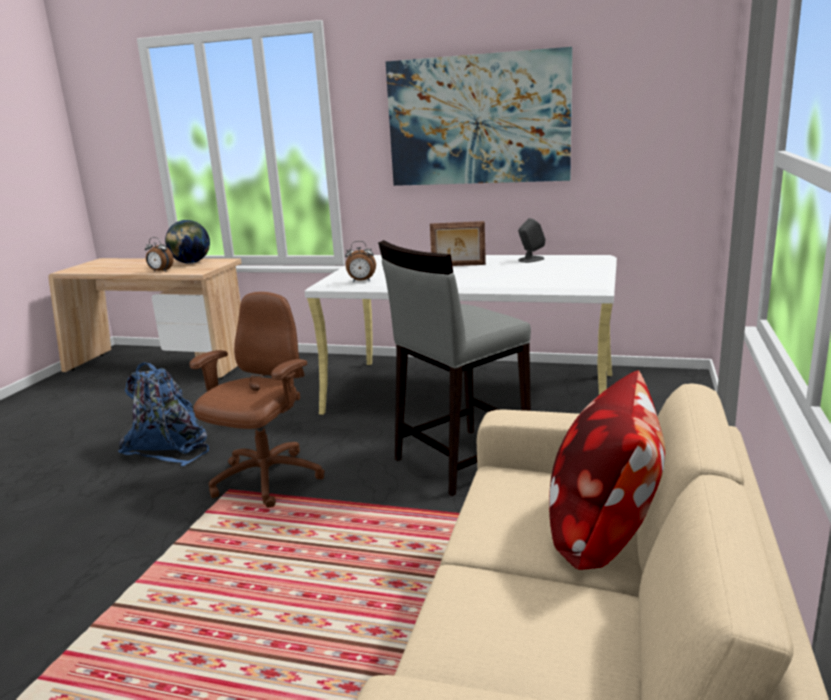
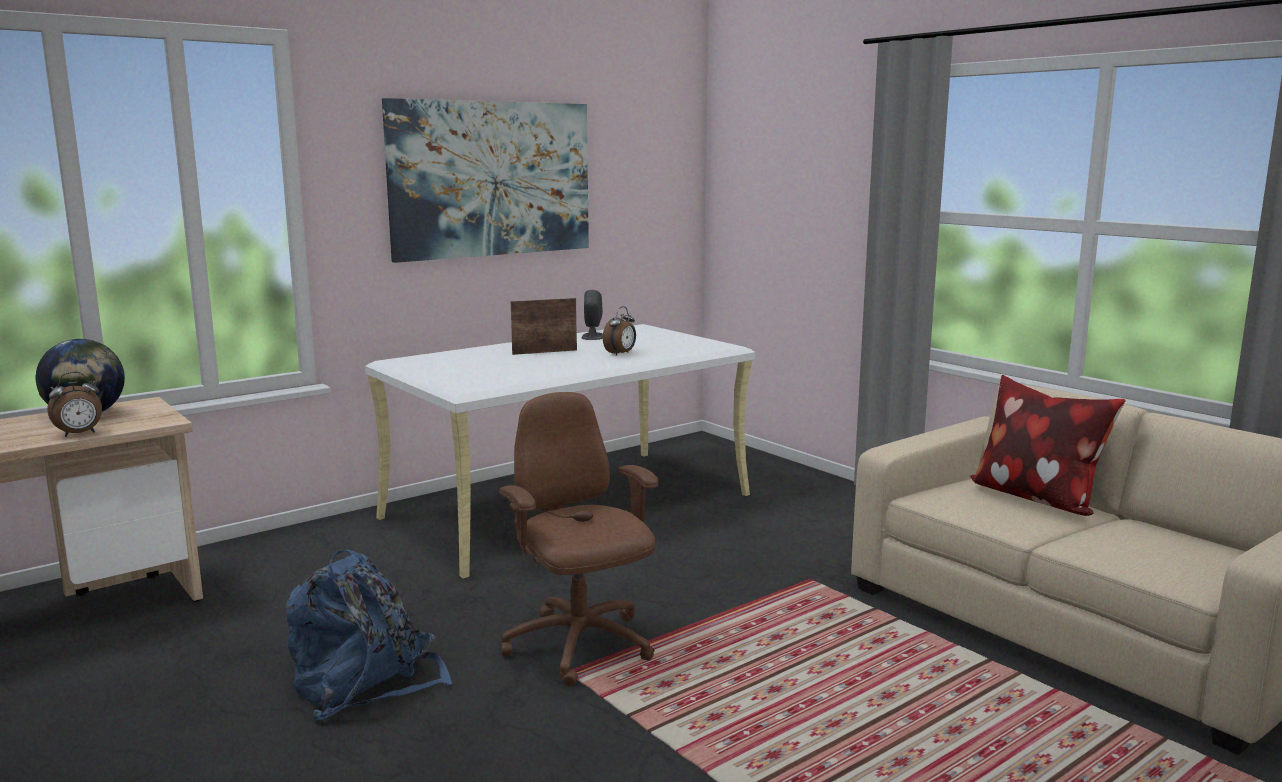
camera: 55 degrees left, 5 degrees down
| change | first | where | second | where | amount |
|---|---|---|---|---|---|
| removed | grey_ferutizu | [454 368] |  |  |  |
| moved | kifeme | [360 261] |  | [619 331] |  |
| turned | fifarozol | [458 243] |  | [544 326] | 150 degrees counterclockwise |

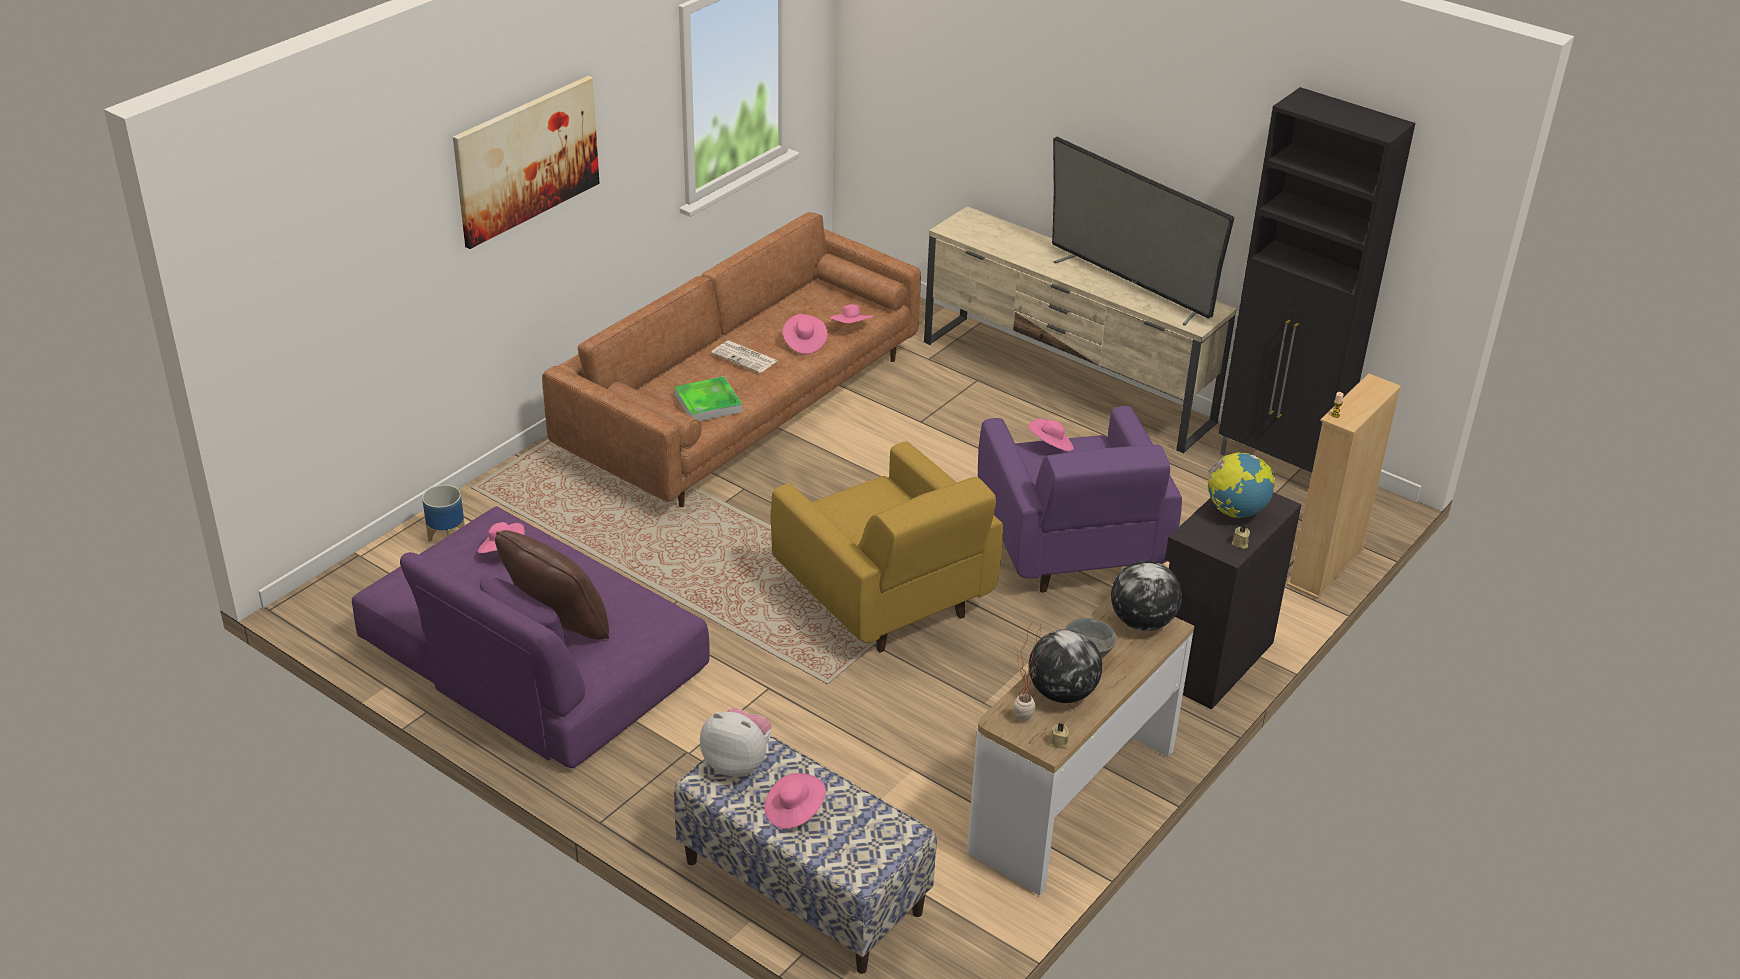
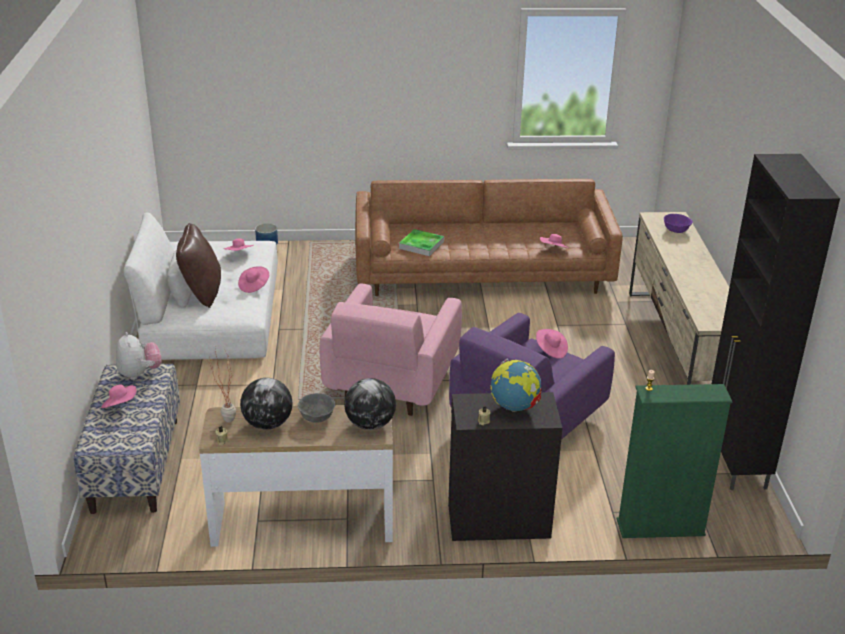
camera: 50 degrees right, 5 degrees down
| change | first | where | second | where | amount |
|---|---|---|---|---|---|
| removed | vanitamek | [526 162] |  |  |  |
| removed | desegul | [744 357] |  |  |  |
| removed | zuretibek | [1143 231] |  |  |  |
| added |  |  | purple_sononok | [678 223] |  |
| moved | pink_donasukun | [805 334] |  | [253 279] |  |
| recoloured | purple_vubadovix | [531 637] | white_vubadovix | [201 286] |  |
| recoloured | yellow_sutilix | [887 547] | pink_sutilix | [391 350] |  |
| recoloured | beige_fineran | [1344 486] | green_fineran | [675 461] |  |

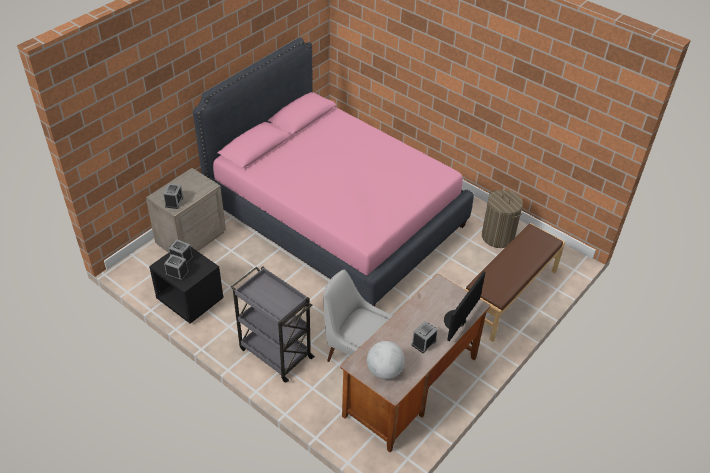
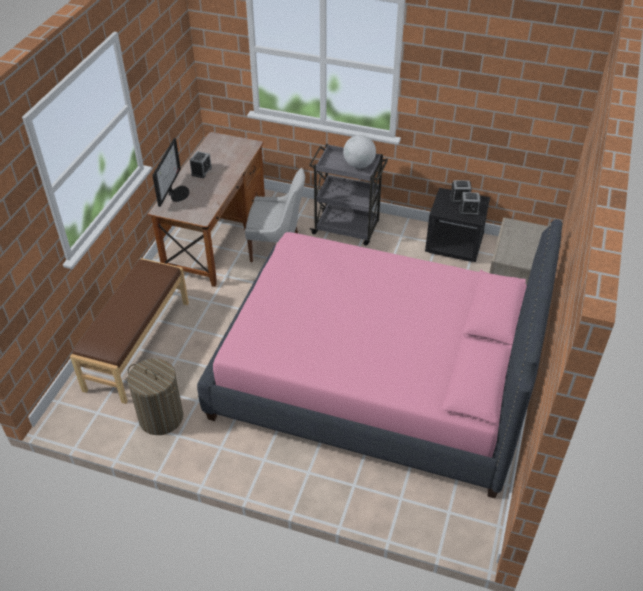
camera: 160 degrees right, 0 degrees up
| change | first | where | second | where | amount |
|---|---|---|---|---|---|
| removed | kifeme | [173 196] |  |  |  |
| moved | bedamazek | [386 360] |  | [359 151] |  |

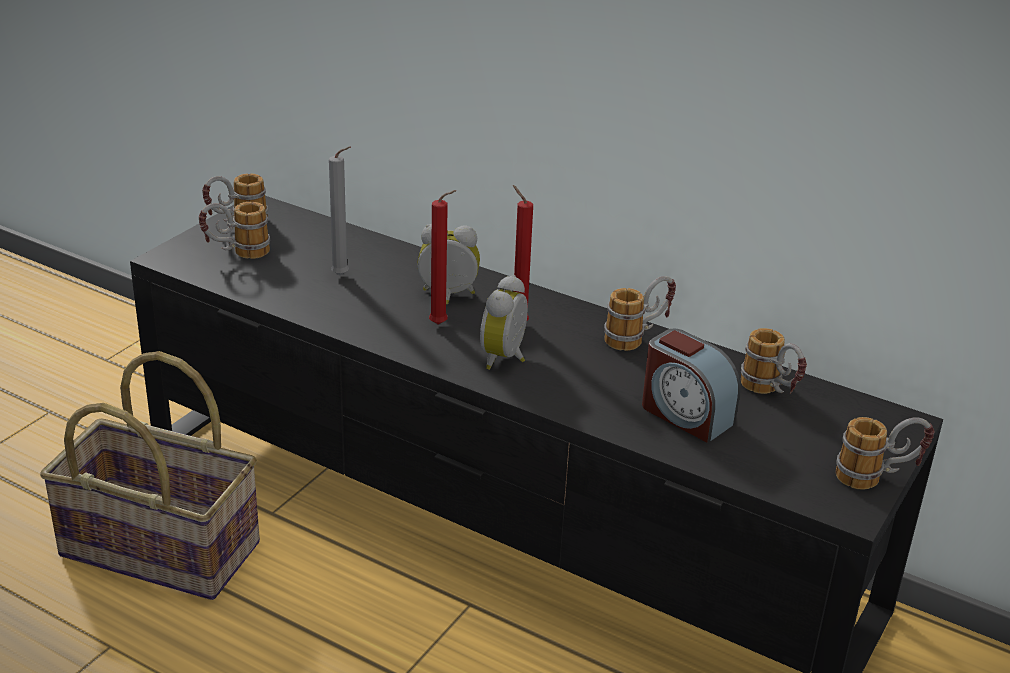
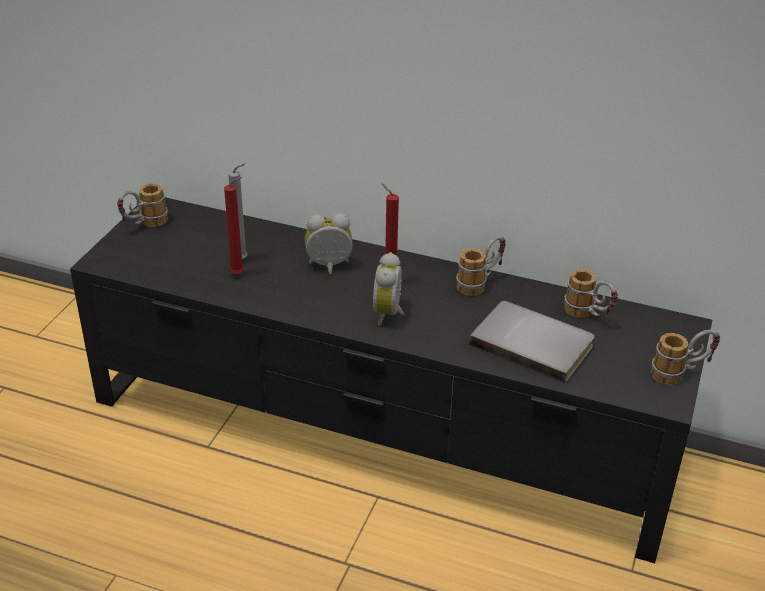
camera: 10 degrees left, 5 degrees up
| change | first | where | second | where | amount |
|---|---|---|---|---|---|
| removed | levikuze | [150 475] |  |  |  |
| removed | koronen | [234 230] |  |  |  |
| moved | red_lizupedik | [442 257] |  | [234 226] |  |
| replaced | kifeme | [691 386] | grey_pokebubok | [532 342] |  |

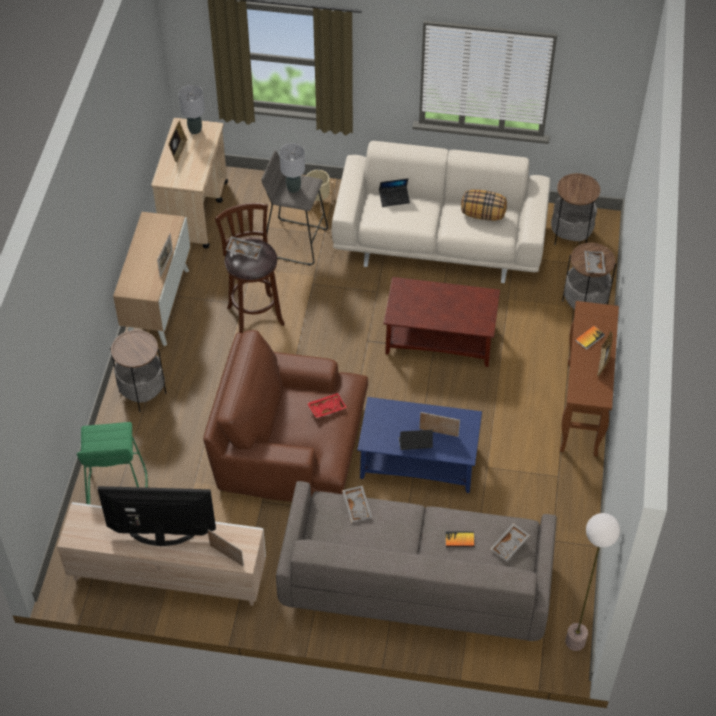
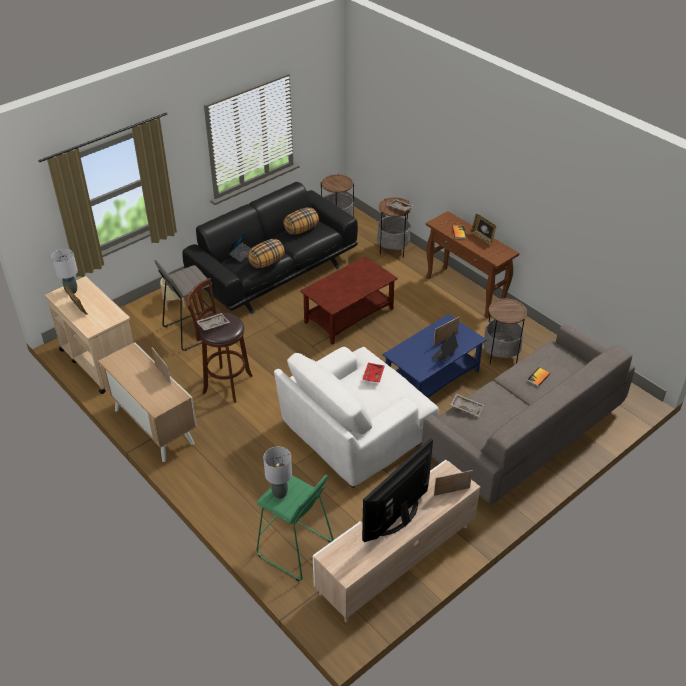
camera: 50 degrees left, 10 degrees down
| change | first | where | second | where | amount |
|---|---|---|---|---|---|
| removed | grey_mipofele | [510 542] |  |  |  |
| removed | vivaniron | [592 582] |  |  |  |
| added |  |  | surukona | [266 253] |  |
| moved | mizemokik | [138 370] |  | [505 331] |  |
| moved | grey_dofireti | [292 168] |  | [277 473] |  |
| recoloured | brown_sutilix | [285 416] | white_sutilix | [356 417] |  |
| recoloured | beige_vubadovix | [441 212] | black_vubadovix | [270 248] |  |

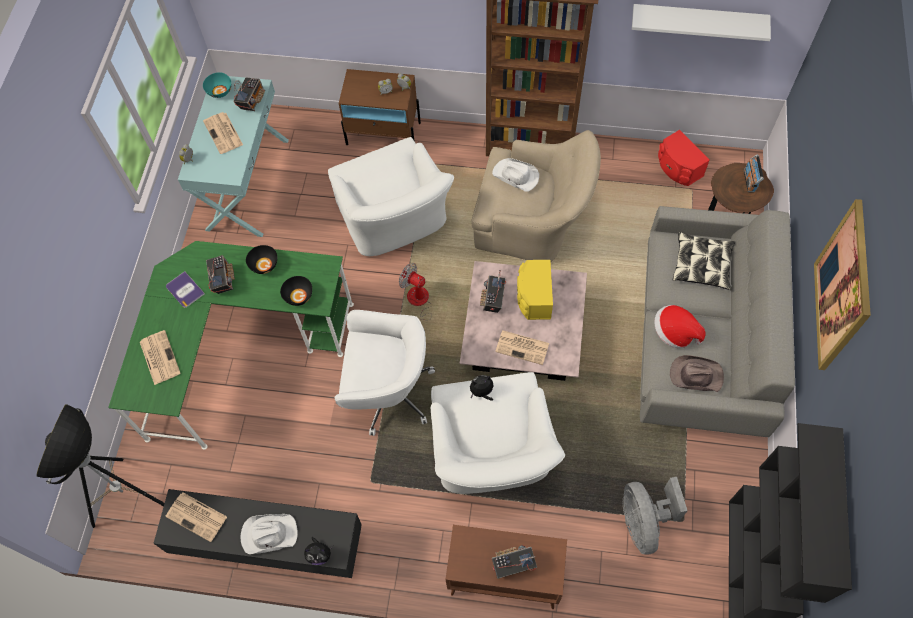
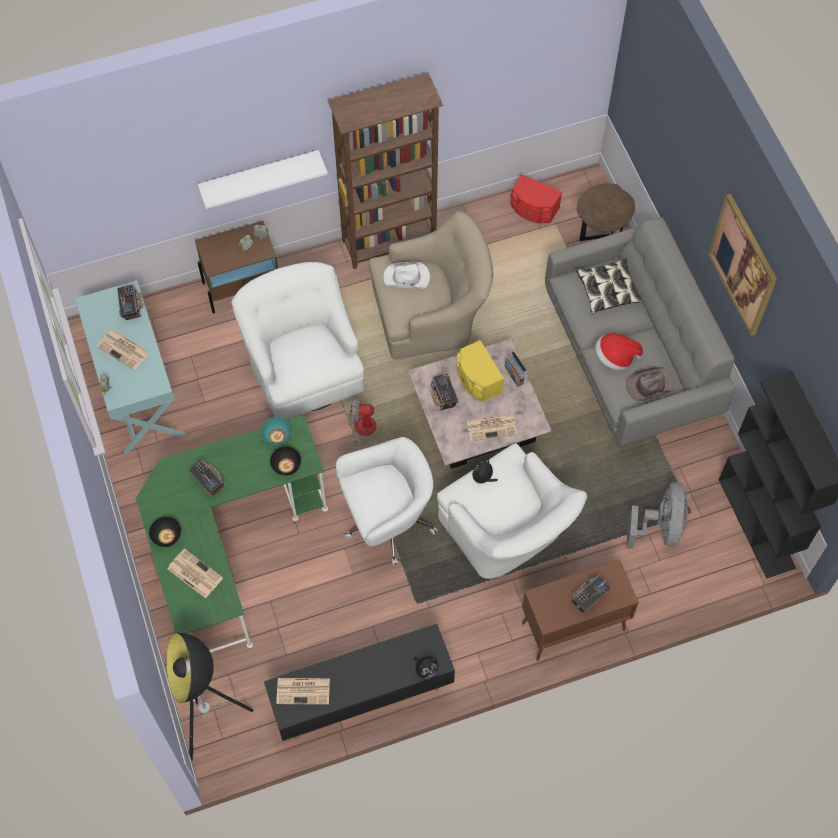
camera: 30 degrees left, 0 degrees up
| change | first | where | second | where | amount |
|---|---|---|---|---|---|
| removed | pokebubok | [185 289] |  |  |  |
| removed | white_donasukun | [269 534] |  |  |  |
| moved | turquoise_sononok | [217 85] |  | [276 431] |  |
| moved | black_sononok | [261 259] |  | [165 532] |  |
| moved | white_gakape | [701 22] |  | [263 179] |  |
| moved | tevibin | [754 173] |  | [515 368] |  |
| turned | white_sutilix | [391 196] |  | [298 341] | 150 degrees counterclockwise |
| turned | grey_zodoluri | [655 515] |  | [657 515] | 135 degrees counterclockwise |

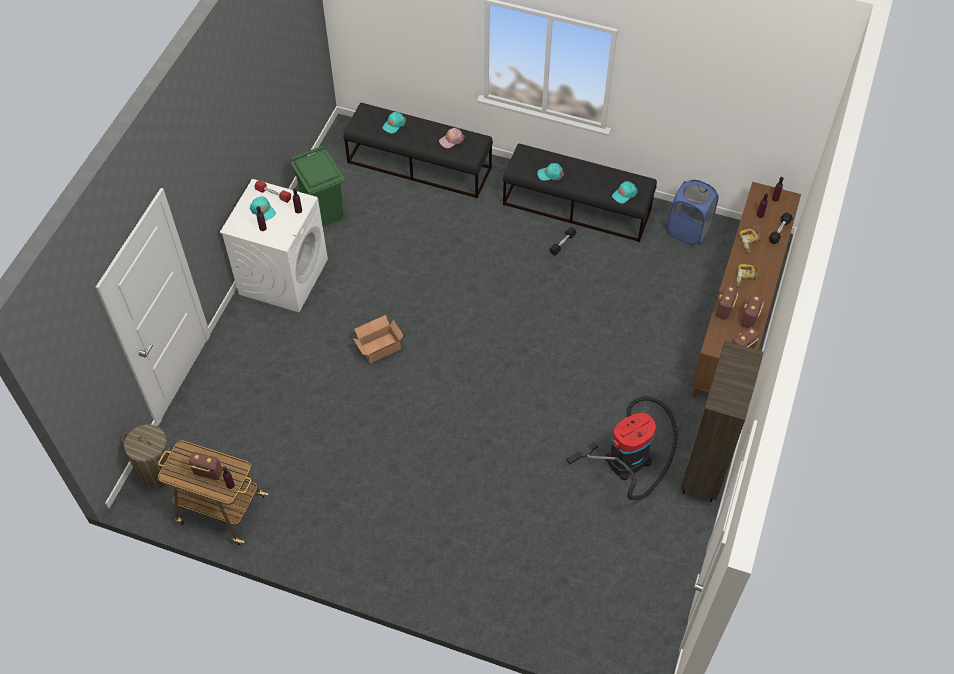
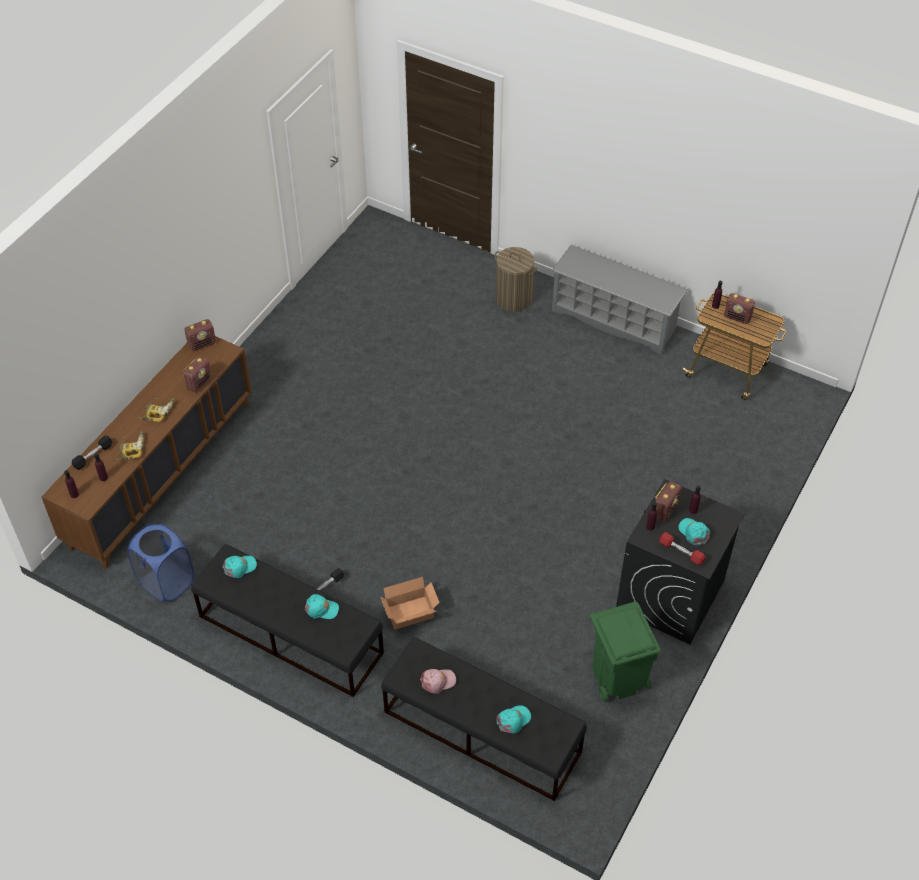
camera: 170 degrees left, 5 degrees down
| change | first | where | second | where | amount |
|---|---|---|---|---|---|
| removed | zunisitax | [622 448] |  |  |  |
| removed | brown_fineran | [722 421] |  |  |  |
| added |  |  | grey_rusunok | [620 299] |  |
| moved | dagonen | [148 456] |  | [516 279] |  |
| moved | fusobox | [378 339] |  | [410 603] |  |
| moved | tevibin | [752 311] |  | [668 502] |  |
| recoloured | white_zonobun | [274 245] | black_zonobun | [680 561] |  |

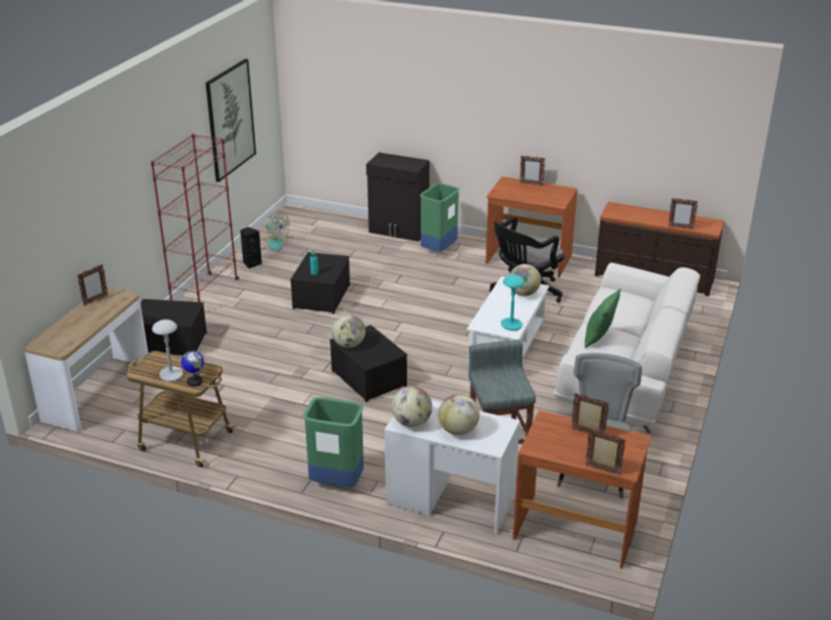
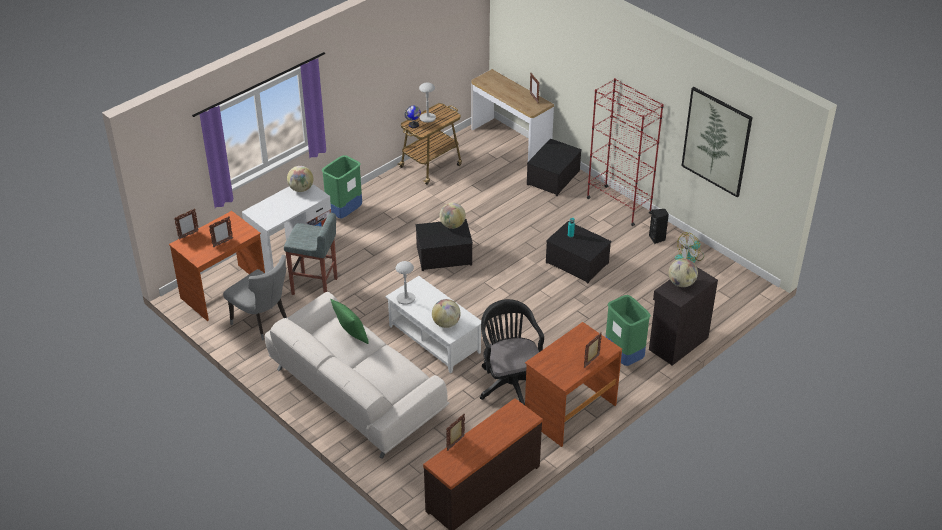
camera: 115 degrees right, 10 degrees up
| change | first | where | second | where | amount |
|---|---|---|---|---|---|
| moved | bedamazek | [459 414] |  | [683 272] |  |
| recoloured | turquoise_dofireti | [513 303] | grey_dofireti | [405 283] |  |

